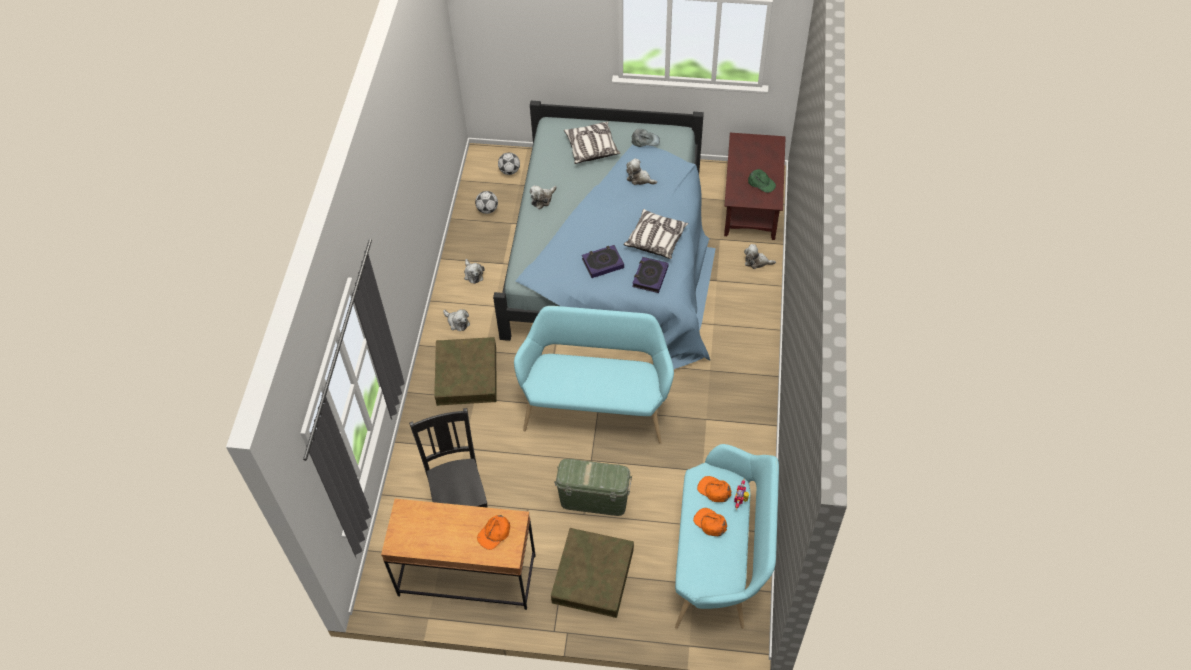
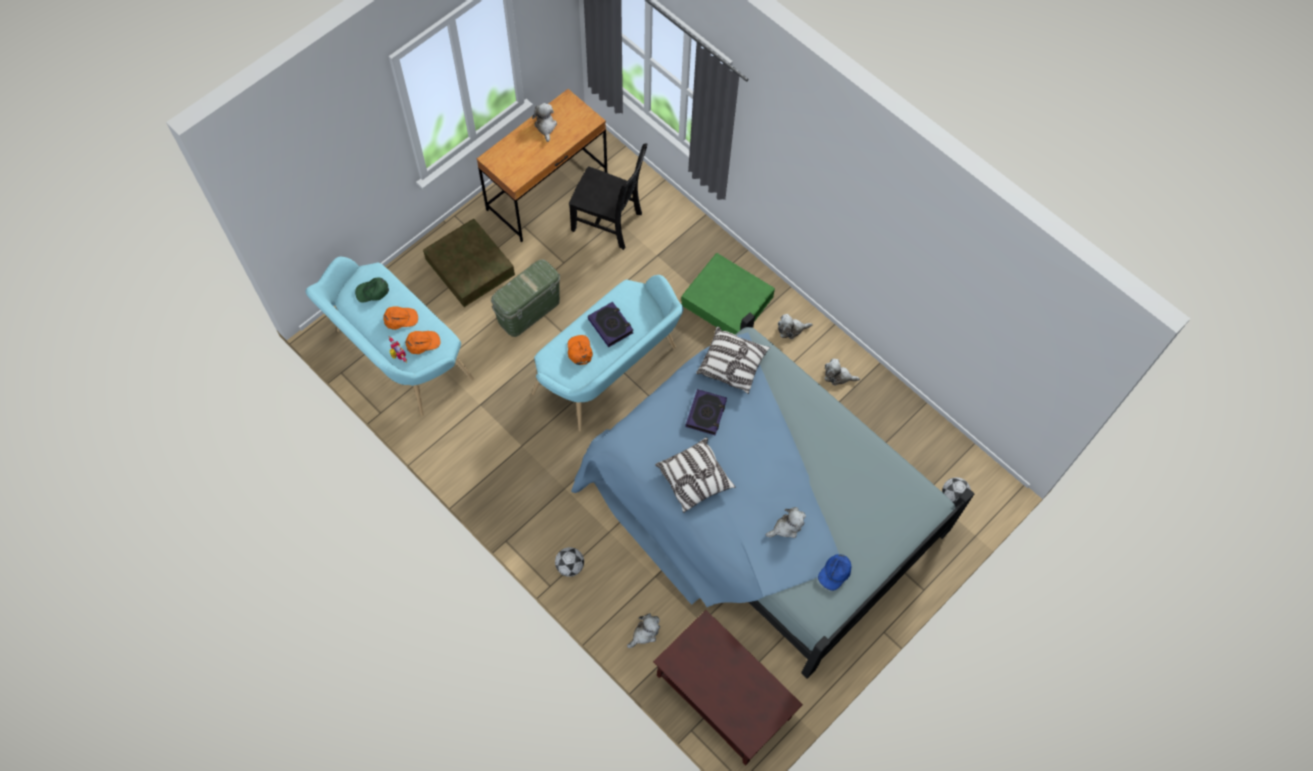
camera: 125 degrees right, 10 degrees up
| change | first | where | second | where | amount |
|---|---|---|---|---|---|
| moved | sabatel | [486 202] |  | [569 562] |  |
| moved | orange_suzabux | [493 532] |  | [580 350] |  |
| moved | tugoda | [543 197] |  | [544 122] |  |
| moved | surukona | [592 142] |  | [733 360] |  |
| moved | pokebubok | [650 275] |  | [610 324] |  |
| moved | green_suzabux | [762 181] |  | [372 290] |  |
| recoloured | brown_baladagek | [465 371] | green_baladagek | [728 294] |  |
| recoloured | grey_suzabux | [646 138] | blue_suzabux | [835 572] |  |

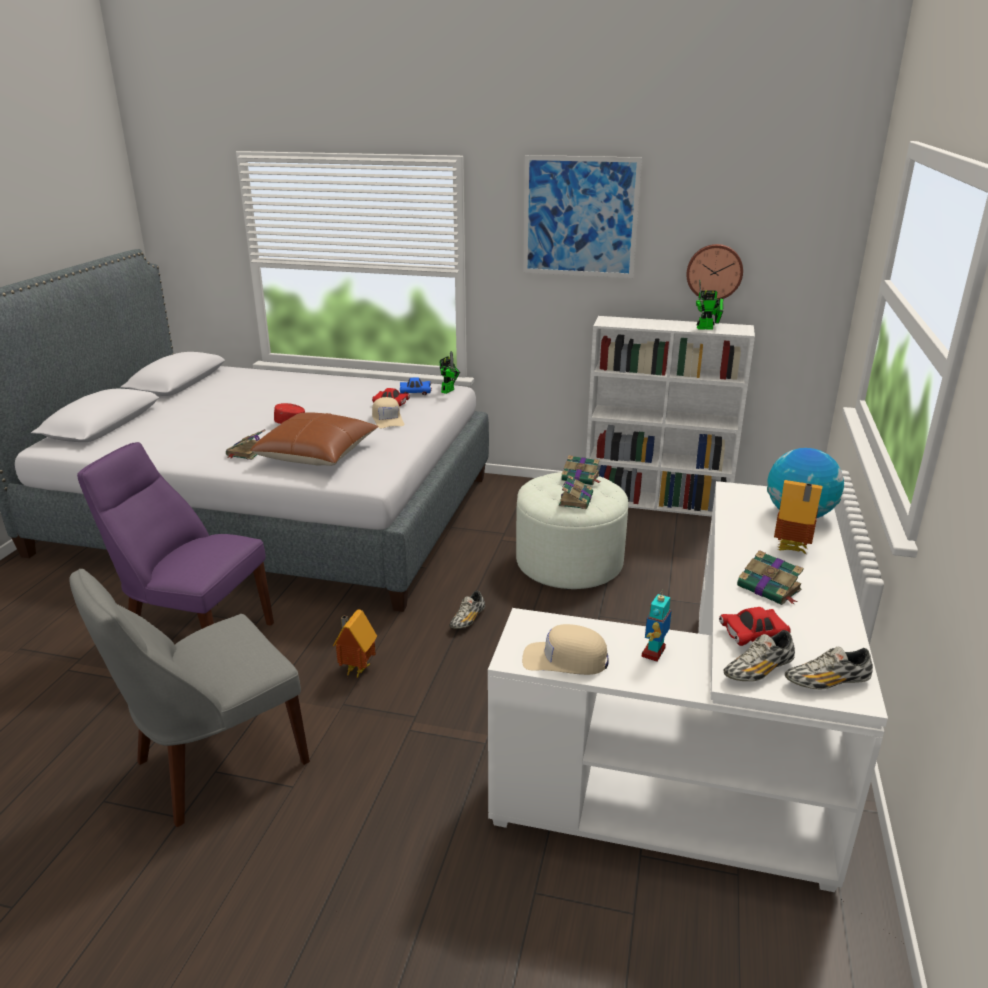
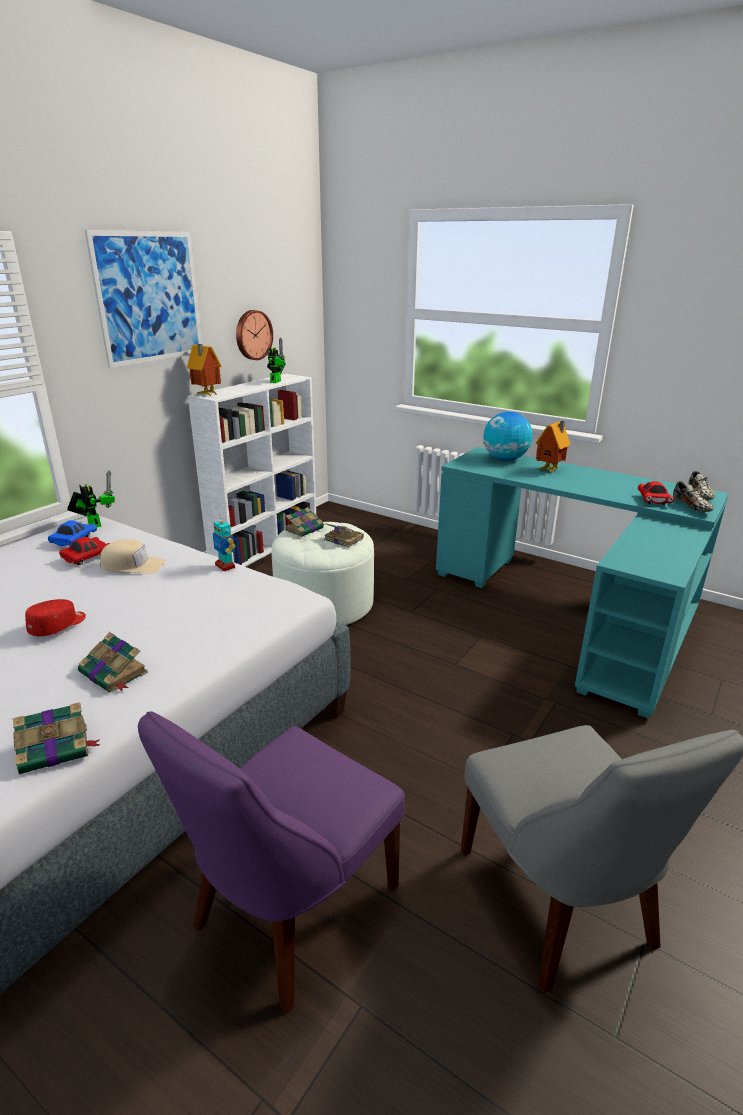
camera: 70 degrees left, 0 degrees up
| change | first | where | second | where | amount |
|---|---|---|---|---|---|
| removed | brown_surukona | [314 439] |  |  |  |
| removed | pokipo | [467 610] |  |  |  |
| removed | beige_suzabux | [565 649] |  |  |  |
| moved | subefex | [355 644] |  | [204 370] |  |
| moved | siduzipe | [657 625] |  | [224 543] |  |
| moved | pokebubok | [770 577] |  | [56 738] |  |
| recoloured | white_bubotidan | [688 686] | turquoise_bubotidan | [582 582] |  |

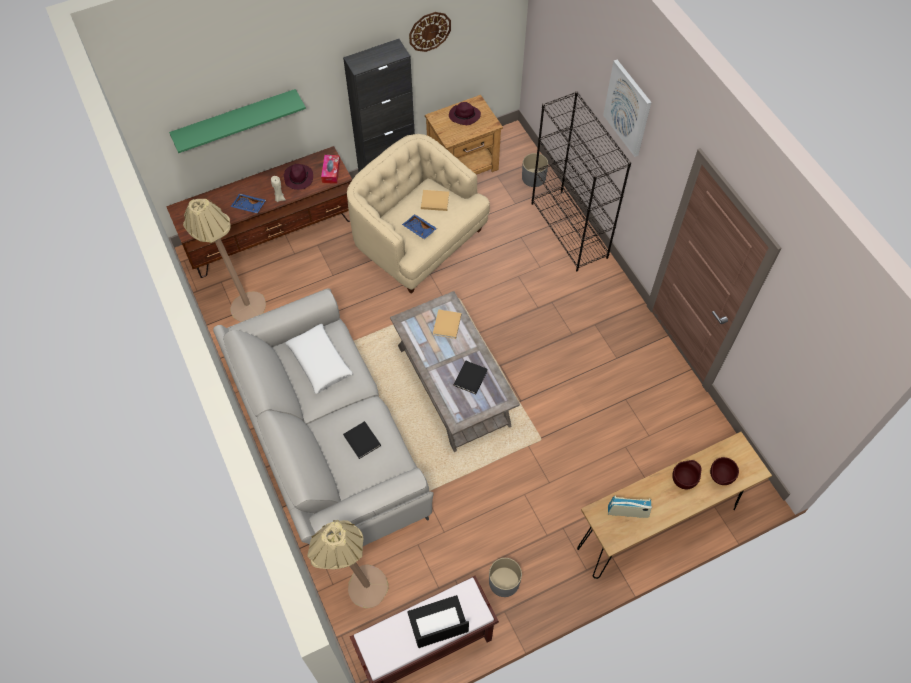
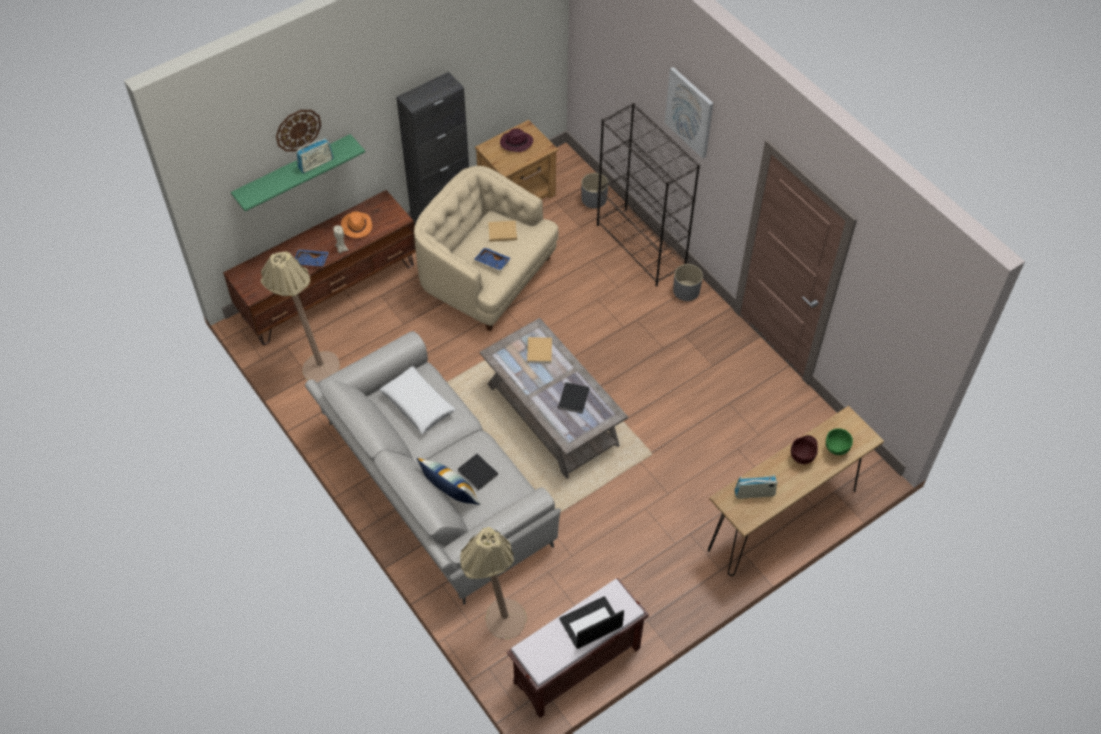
camera: 10 degrees left, 5 degrees down
| change | first | where | second | where | amount |
|---|---|---|---|---|---|
| removed | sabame | [330 169] |  |  |  |
| added |  |  | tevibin | [315 155] |  |
| added |  |  | surukona | [448 481] |  |
| moved | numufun | [430 32] |  | [299 131] |  |
| moved | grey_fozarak | [505 577] |  | [688 282] |  |
| recoloured | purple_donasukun | [298 177] | orange_donasukun | [356 224] |  |
| recoloured | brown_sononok | [724 471] | green_sononok | [839 441] |  |

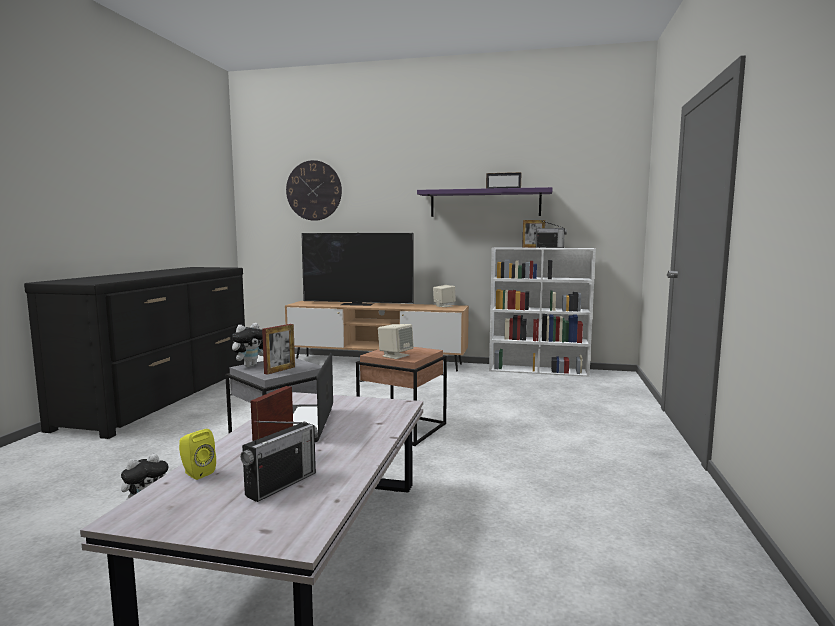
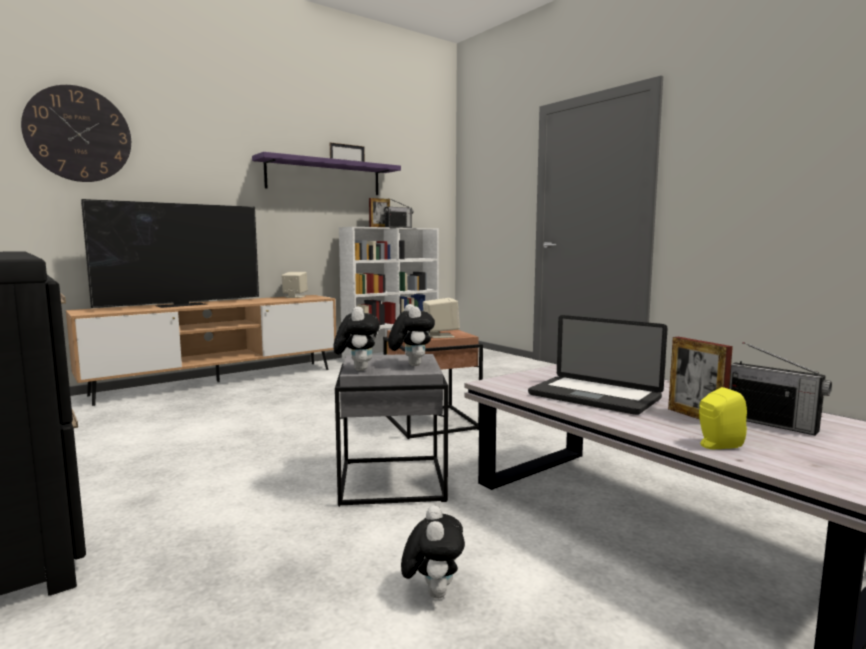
camera: 50 degrees left, 0 degrees up
| change | first | where | second | where | amount |
|---|---|---|---|---|---|
| replaced | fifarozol | [278 349] | tugoda | [411 335] |  |
| turned | tevibin | [279 461] |  | [780 389] | 150 degrees clockwise |

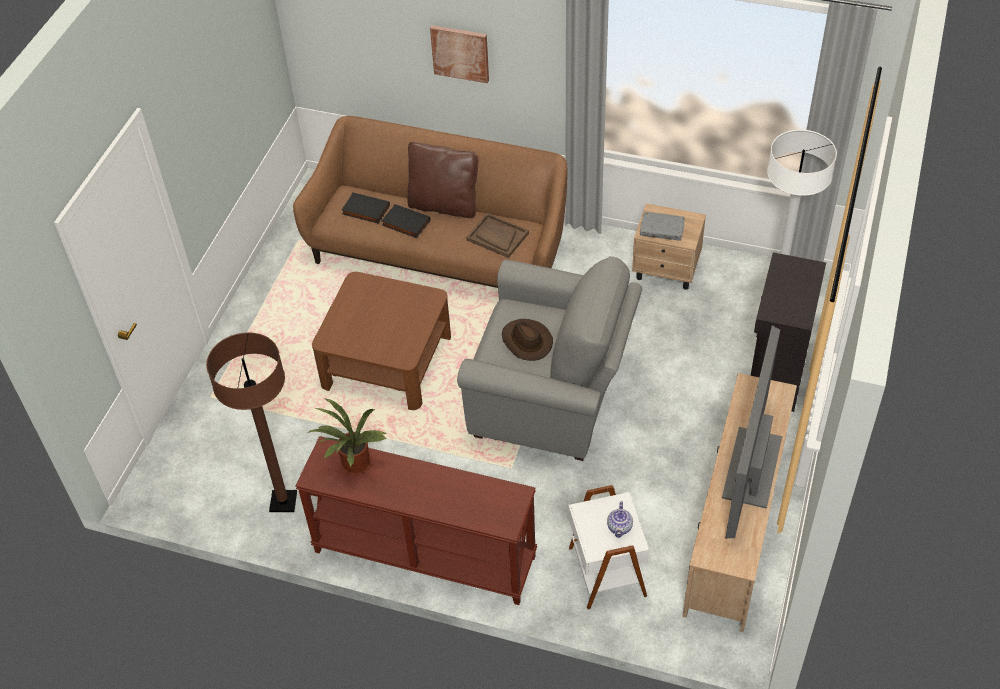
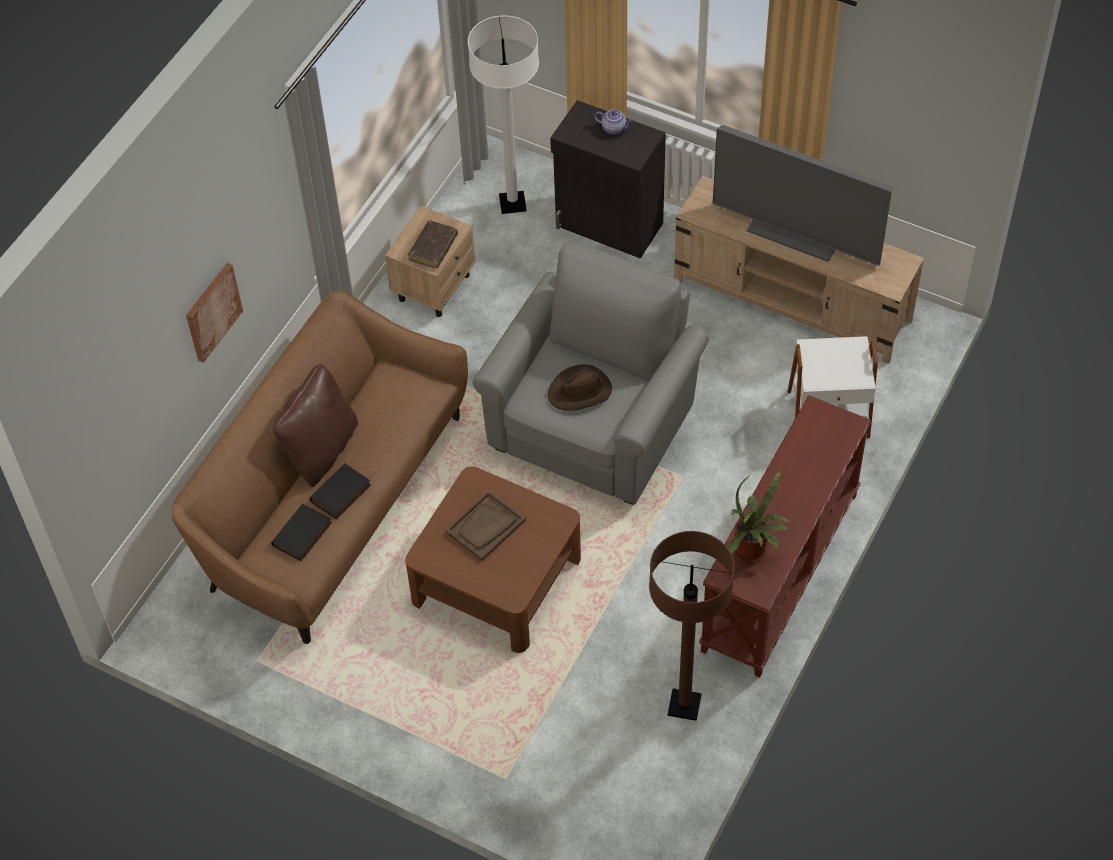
camera: 80 degrees left, 5 degrees up
| change | first | where | second | where | amount |
|---|---|---|---|---|---|
| moved | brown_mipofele | [497 235] |  | [485 525] |  |
| moved | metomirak | [620 519] |  | [614 122] |  |
| recoloured | grey_pokebubok | [662 226] | brown_pokebubok | [433 244] |  |

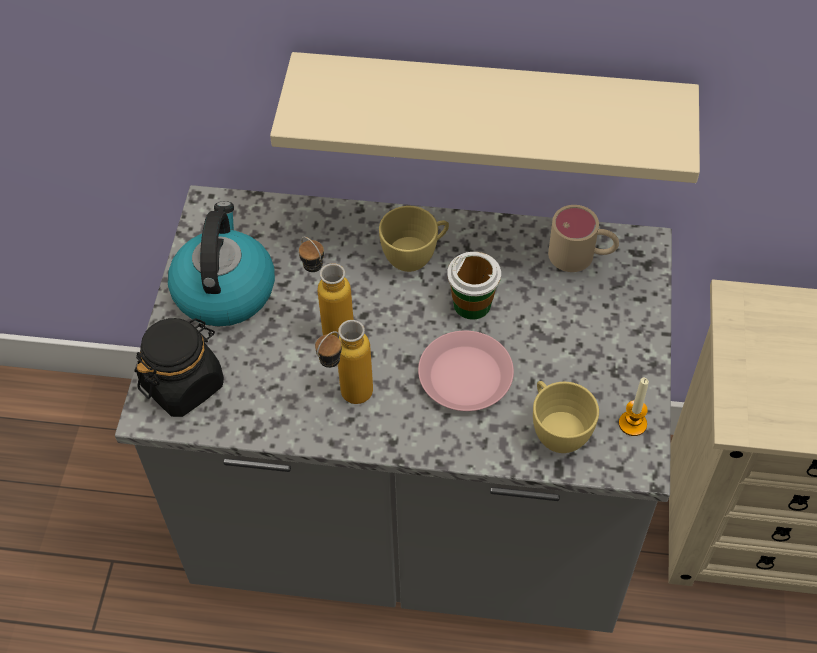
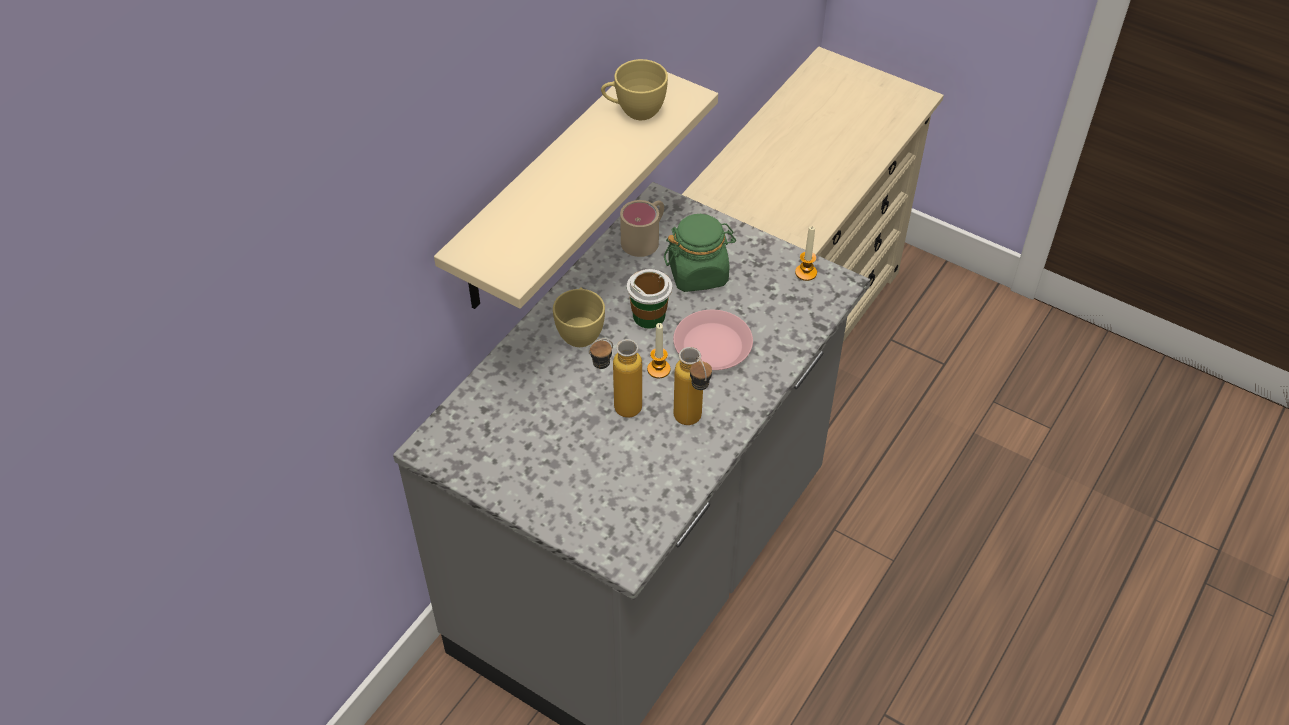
camera: 65 degrees left, 5 degrees down
| change | first | where | second | where | amount |
|---|---|---|---|---|---|
| removed | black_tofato | [179 367] |  |  |  |
| removed | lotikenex | [221 264] |  |  |  |
| added |  |  | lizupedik | [658 350] |  |
| added |  |  | green_tofato | [700 253] |  |
| moved | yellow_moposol | [566 417] |  | [634 89] |  |

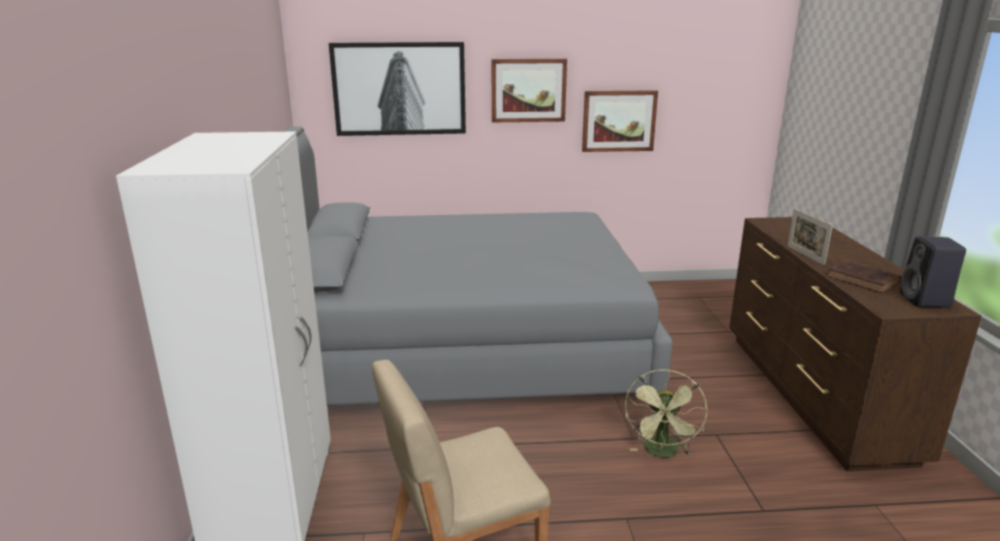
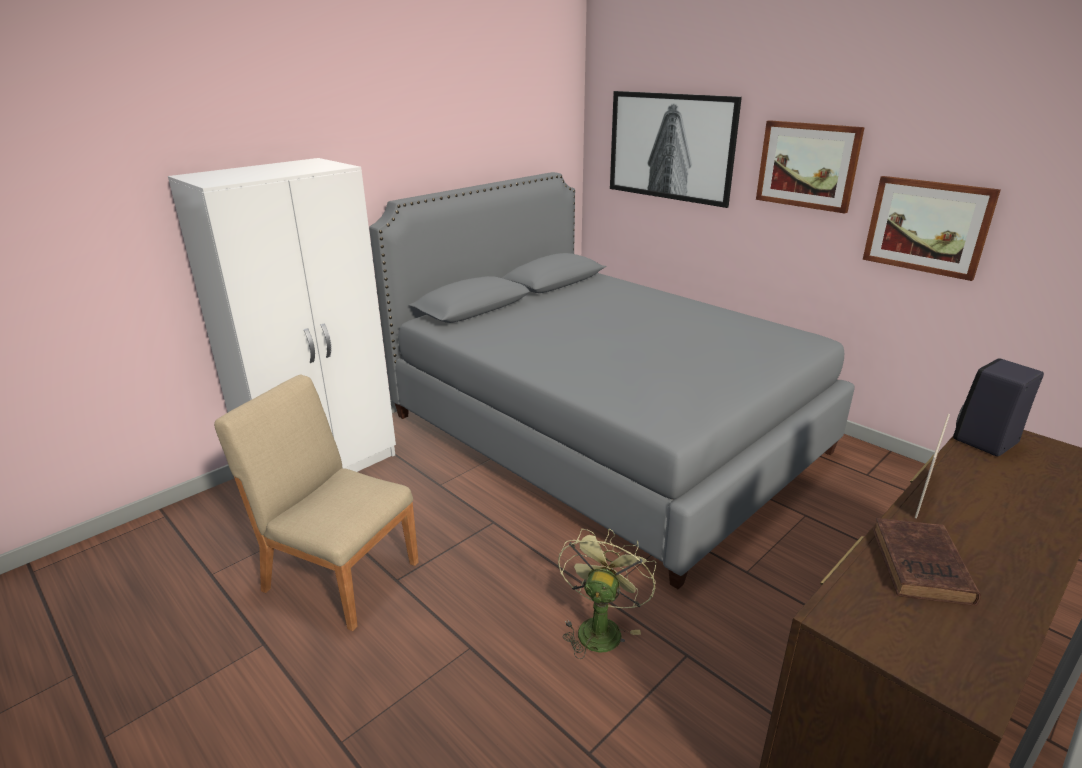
camera: 50 degrees right, 5 degrees up
| change | first | where | second | where | amount |
|---|---|---|---|---|---|
| moved | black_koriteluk | [933 272] |  | [998 407] |  |
| turned | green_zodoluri | [666 413] |  | [607 594] | 135 degrees clockwise |

